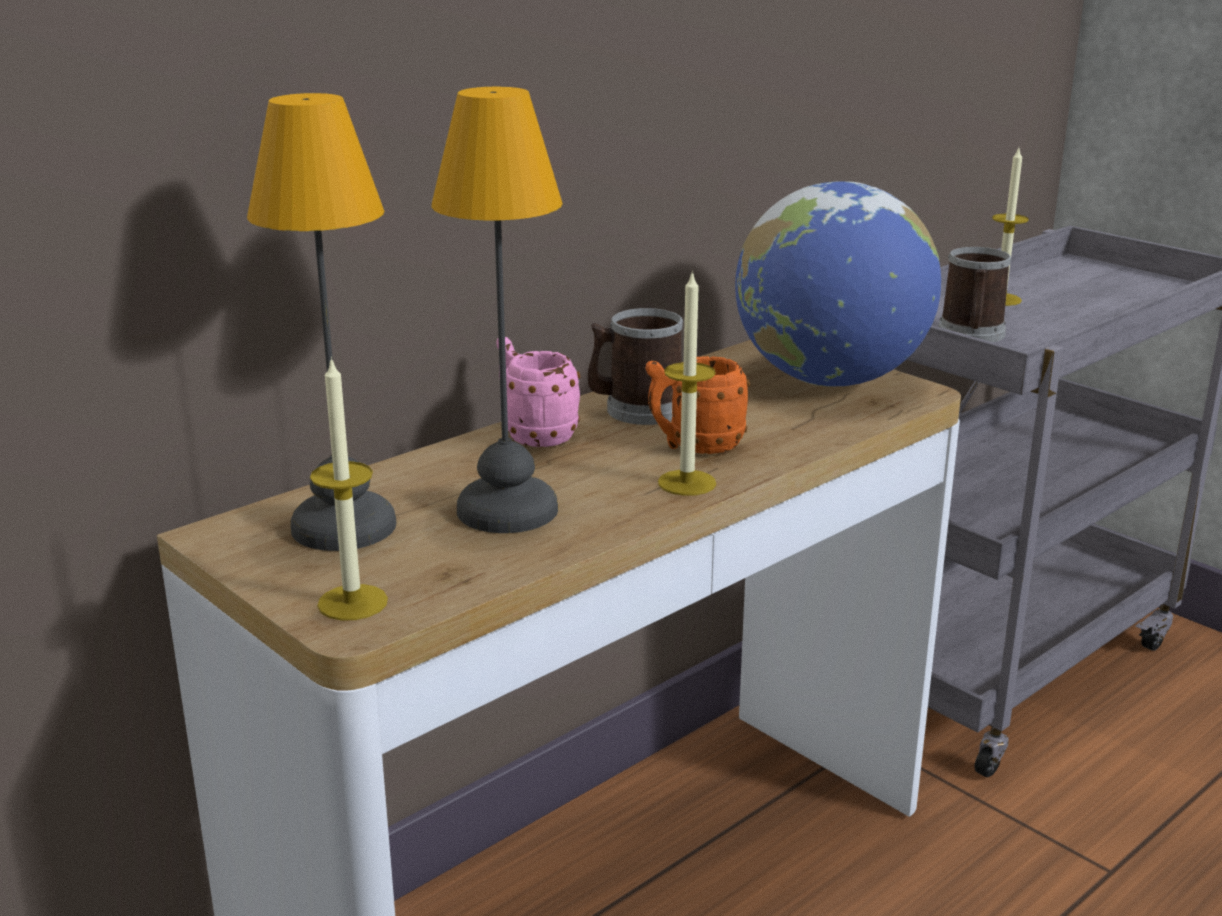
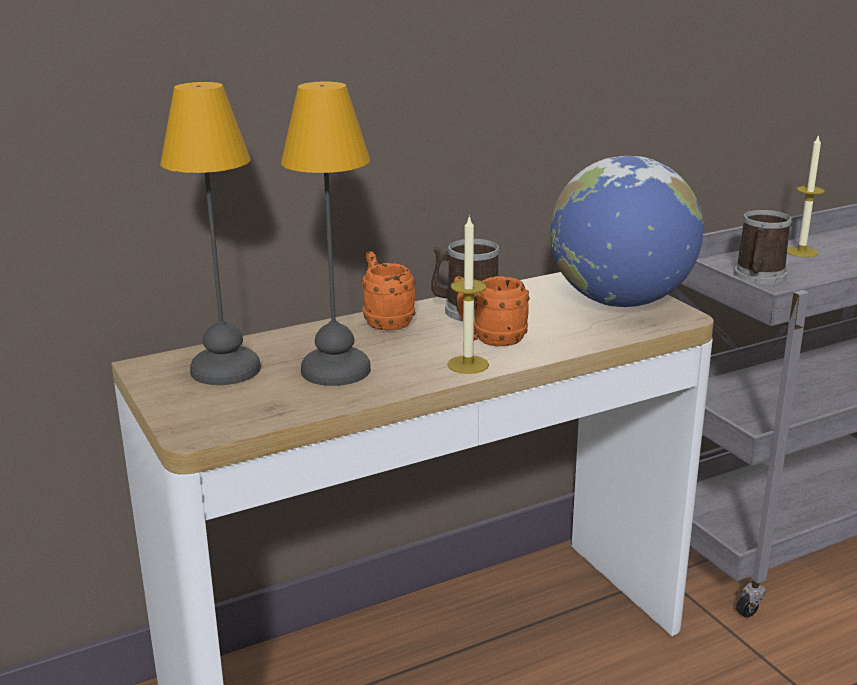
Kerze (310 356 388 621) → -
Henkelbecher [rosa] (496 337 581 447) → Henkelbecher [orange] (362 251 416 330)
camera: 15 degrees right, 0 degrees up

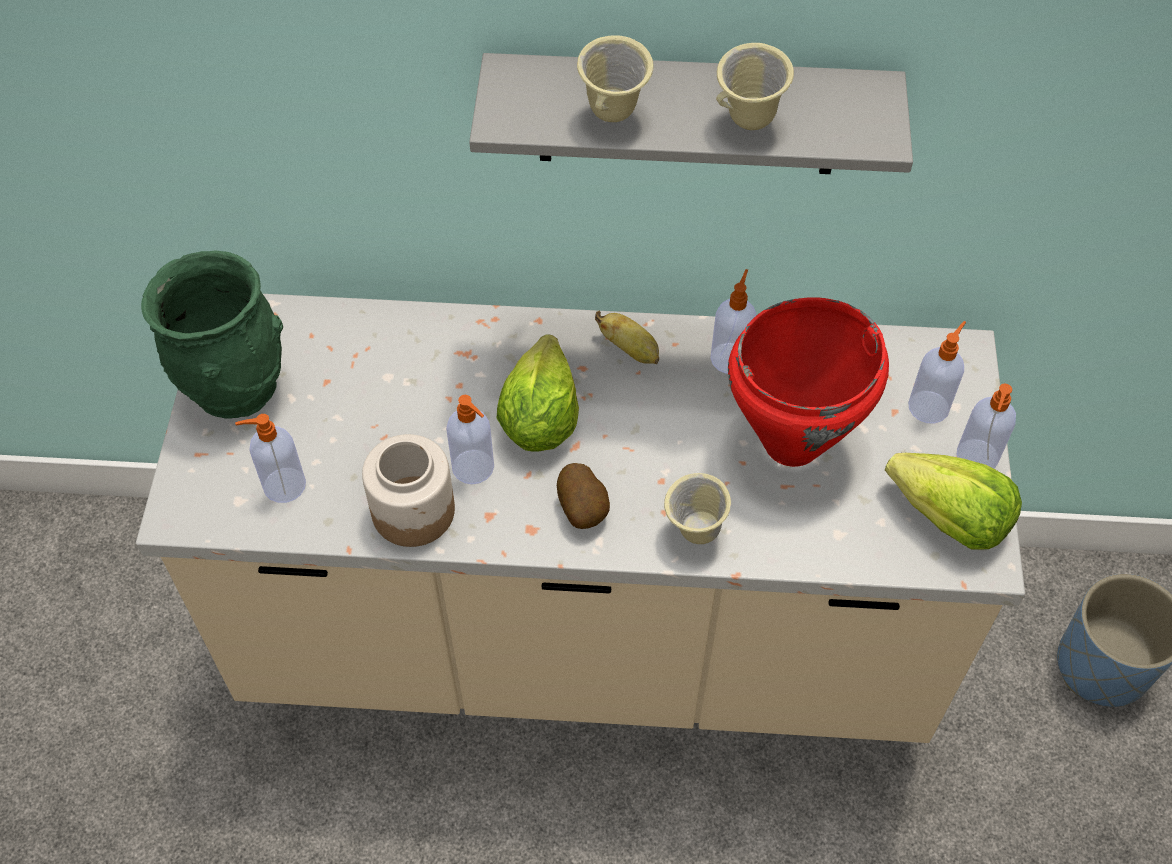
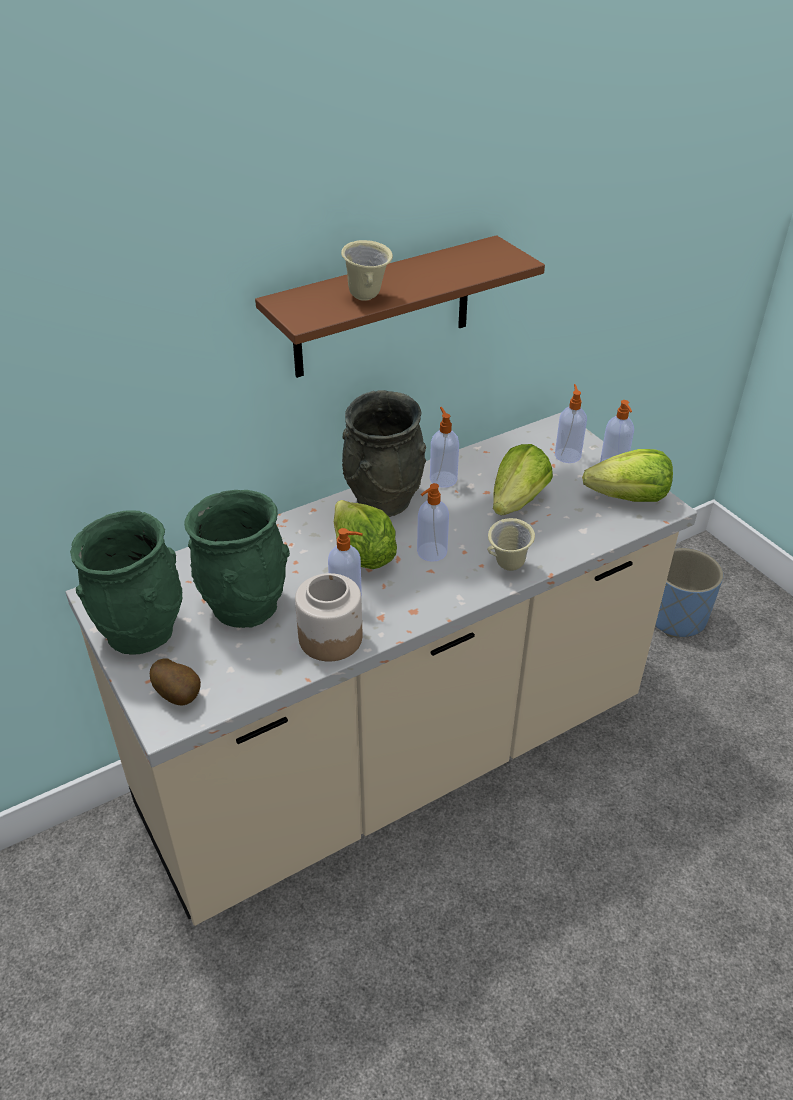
Henkelbecher [beige] (716 43 794 130) → -
- → Vase [grün] (184 490 290 628)
Seifenspender (235 414 306 503) → Seifenspender (417 483 449 562), shifted
Kartoffel (557 463 610 529) → Kartoffel (150 658 201 705), shifted
Banane (595 311 659 364) → Vase [grau] (342 390 426 517)
Kochtopf [rot] (728 298 889 467) → Salatkopf (493 444 553 515)
Wandregal [grau] (469 53 913 174) → Wandregal [braun] (255 235 545 378)
camera: 35 degrees left, 15 degrees down

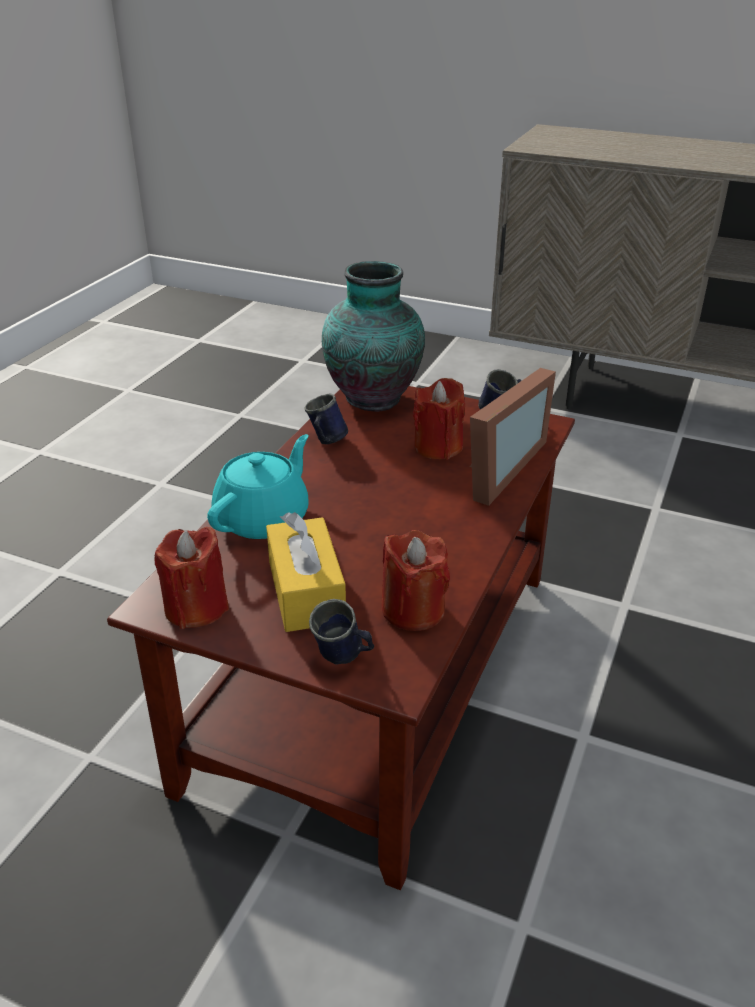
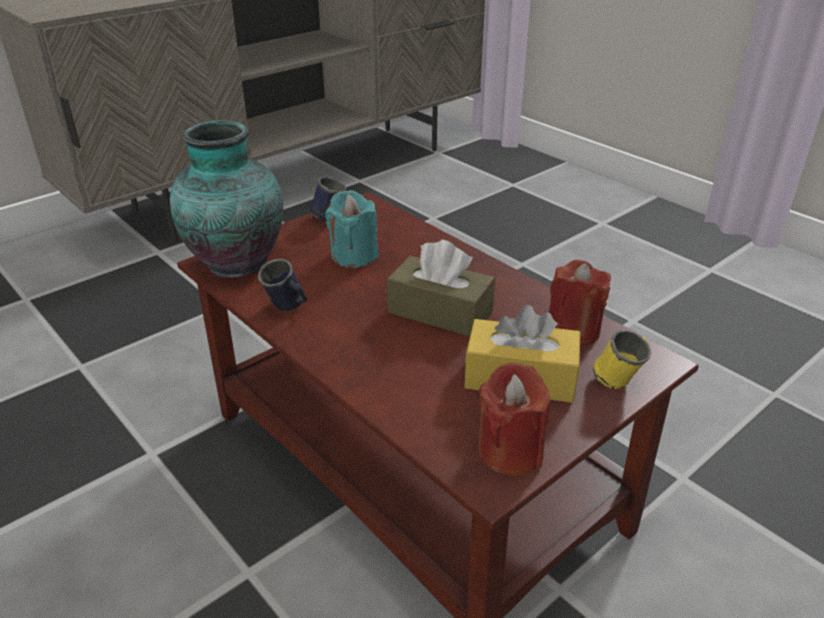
Teekanne [türkis] (207 434 309 539) → -
Bilderrahmen (470 368 556 506) → -
- → Taschentuchbox [braun] (387 240 495 336)
Henkelbecher [blau] (309 599 374 664) → Henkelbecher [gelb] (593 330 651 390)
Kerze [rot] (413 378 465 460) → Kerze [türkis] (325 190 379 268)
camera: 65 degrees left, 0 degrees up

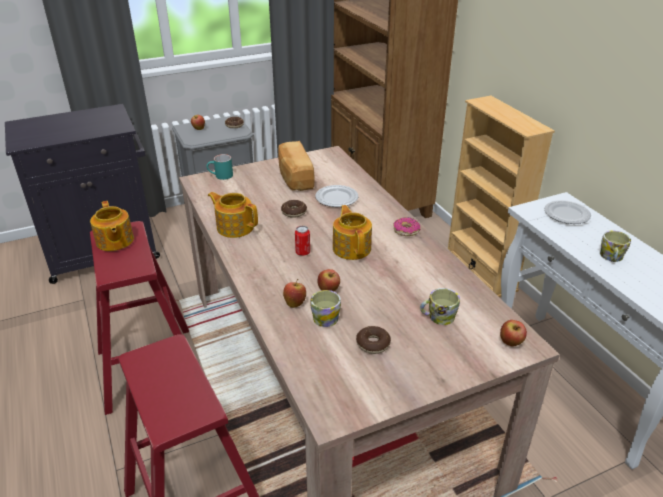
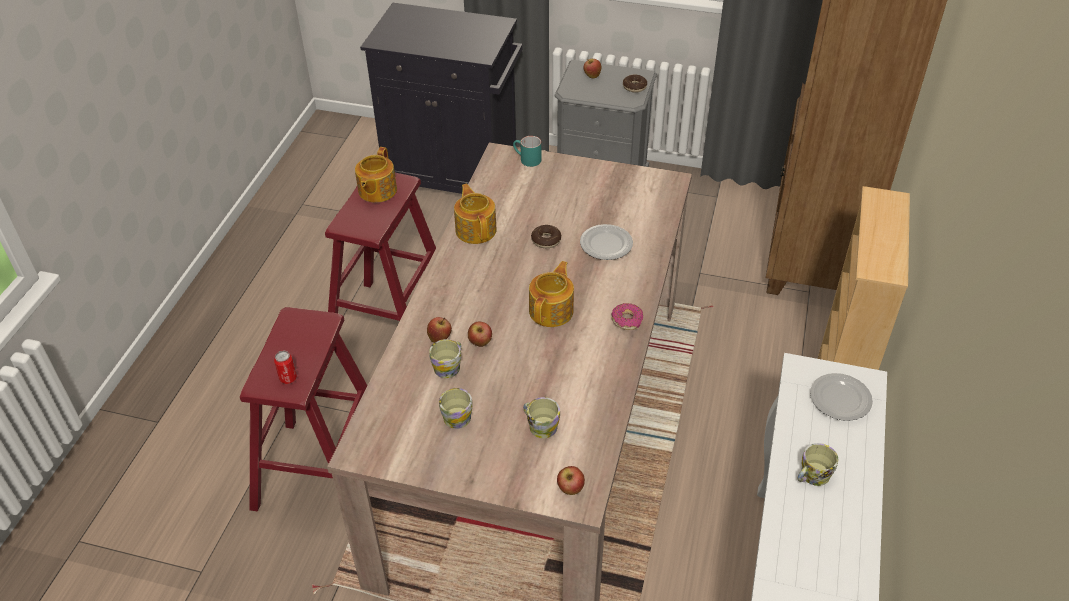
Brot (278 141 315 191) → -
Dose (295 226 310 256) → Dose (274 350 297 384), shifted
Donut (356 326 391 354) → Henkelbecher (439 388 473 429)
camera: 40 degrees right, 10 degrees up

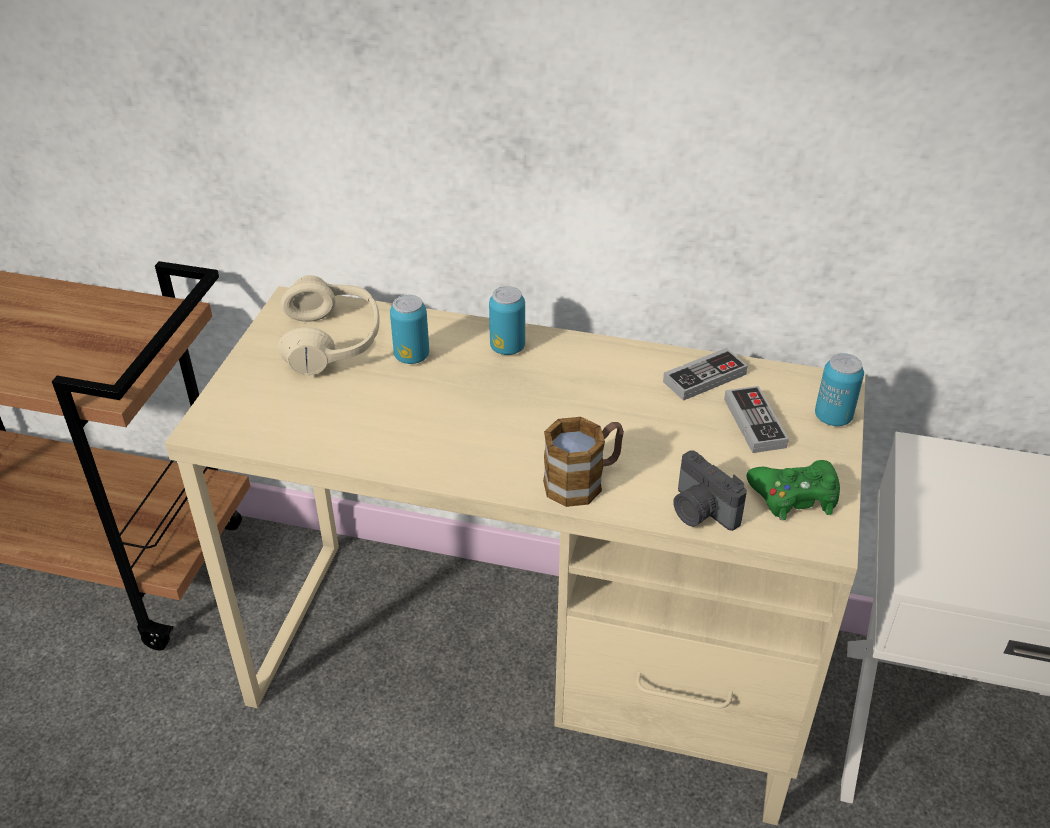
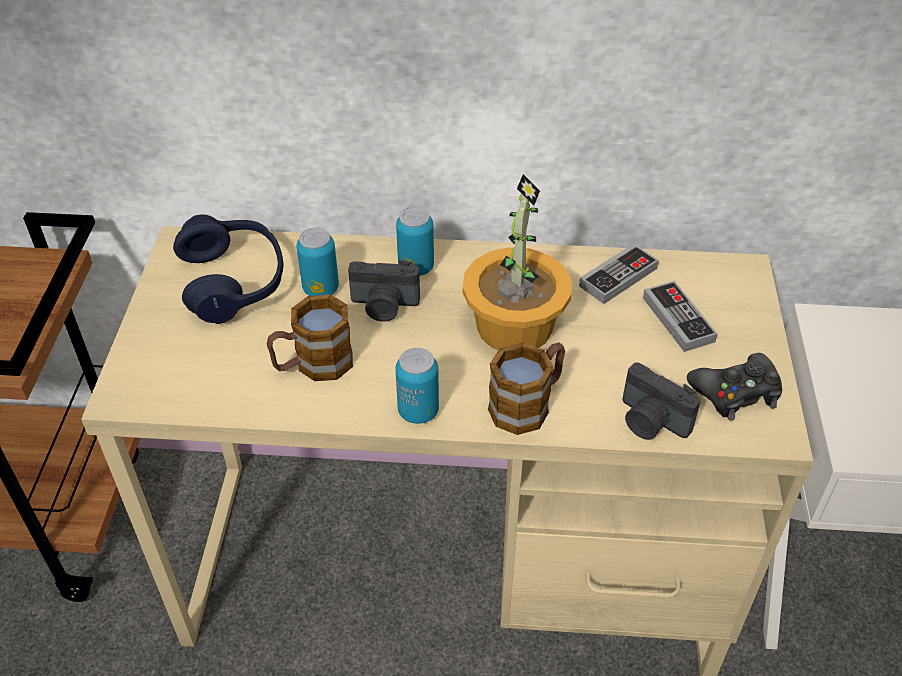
- → Henkelbecher (267 295 353 381)
- → Kamera (348 260 420 322)
- → Topfpflanze (463 174 572 350)
Dose (815 353 864 426) → Dose (395 348 439 424), shifted
Kopfhörer [beige] (278 275 380 376) → Kopfhörer [blau] (173 215 283 324)
Gamepad [grün] (747 460 840 520) → Gamepad [schwarz] (687 353 782 421)
camera: 10 degrees left, 5 degrees up

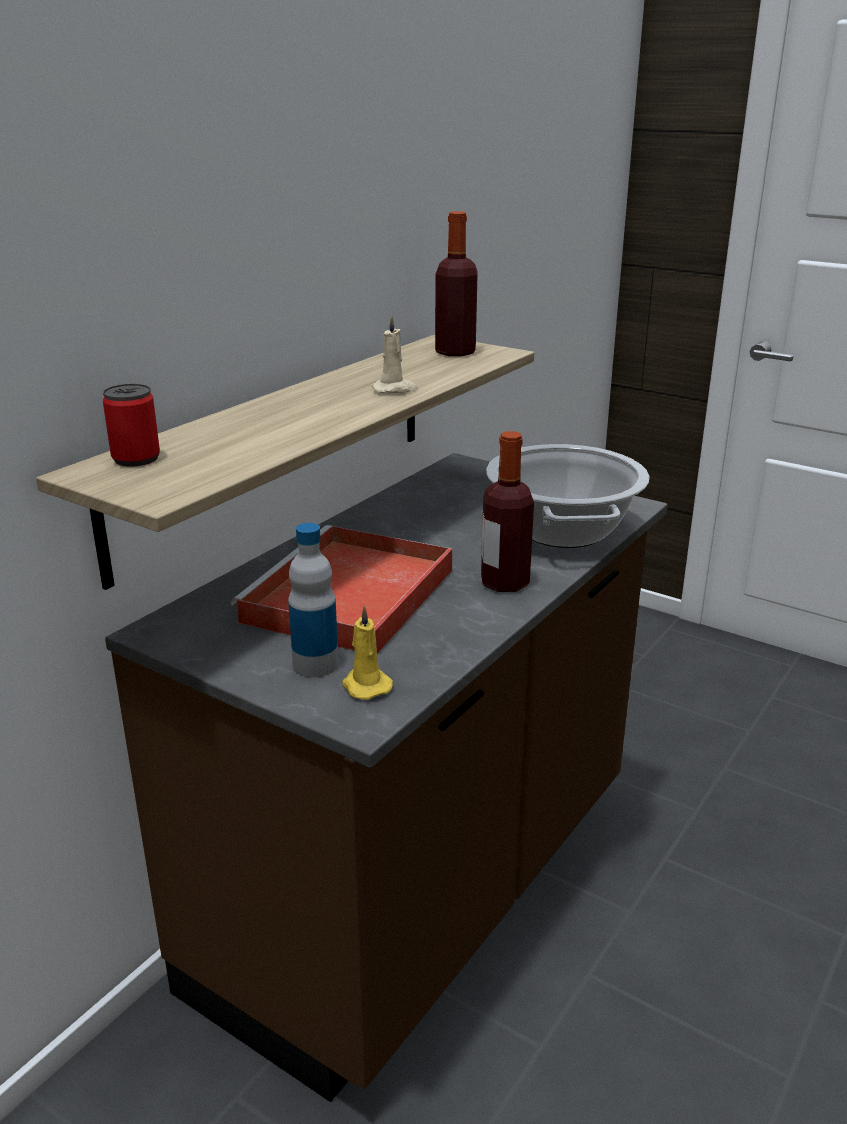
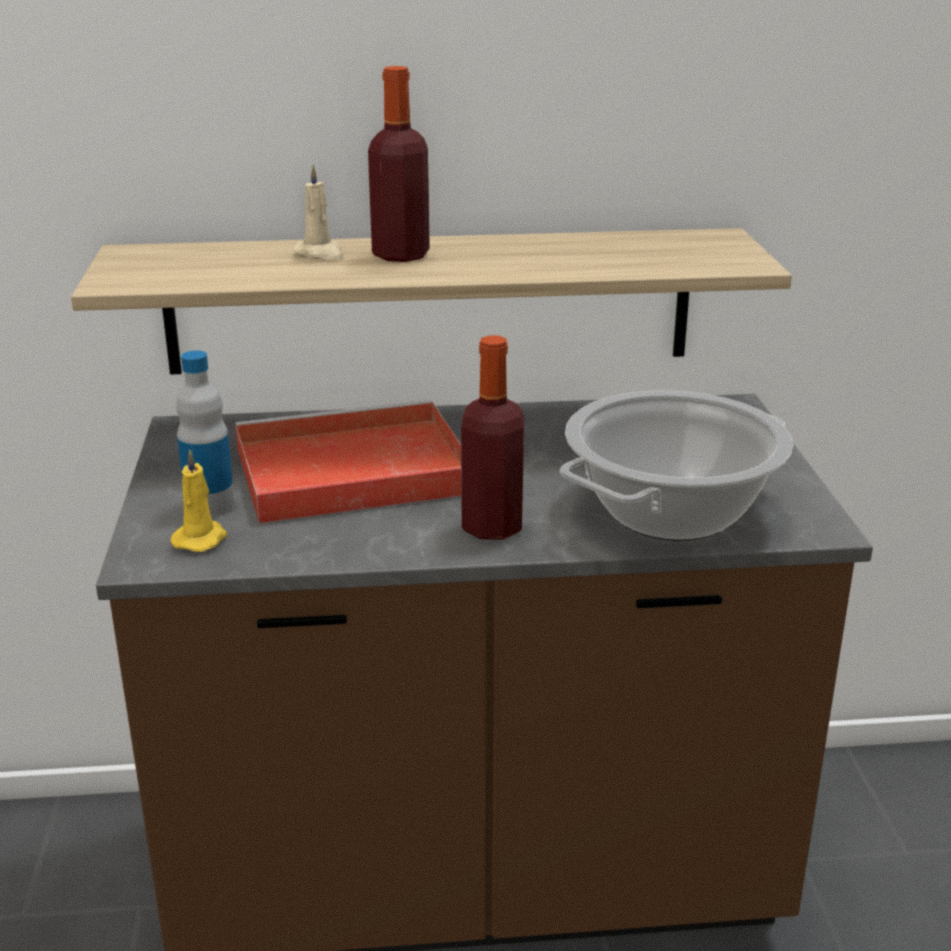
Dose (103 384 160 466) → -
Kerze [beige] (372 315 417 393) → Kerze [beige] (293 164 343 260), shifted
Flasche (435 211 478 356) → Flasche (368 66 430 262), shifted
camera: 50 degrees right, 0 degrees up

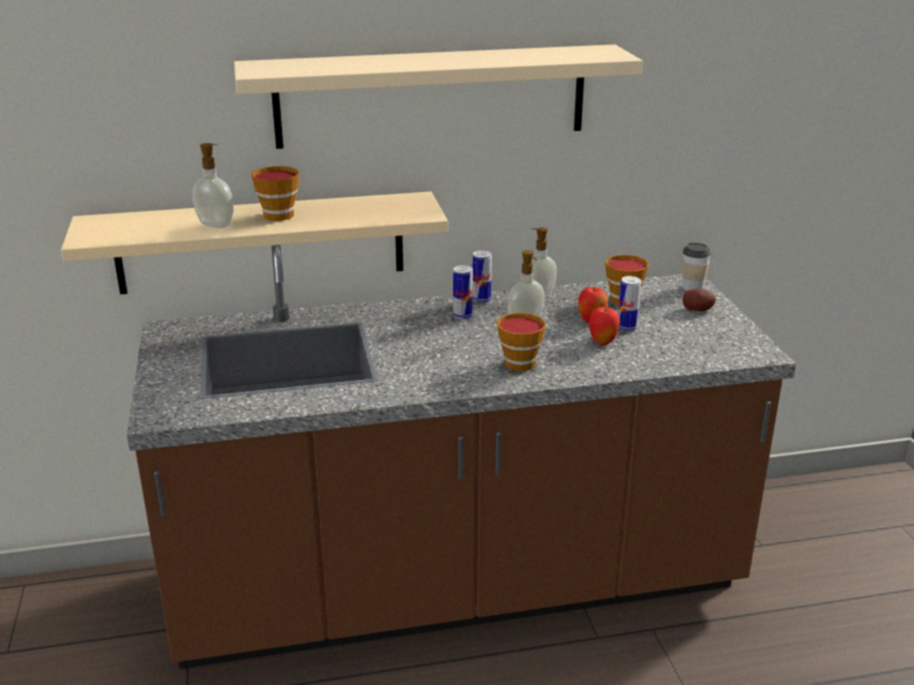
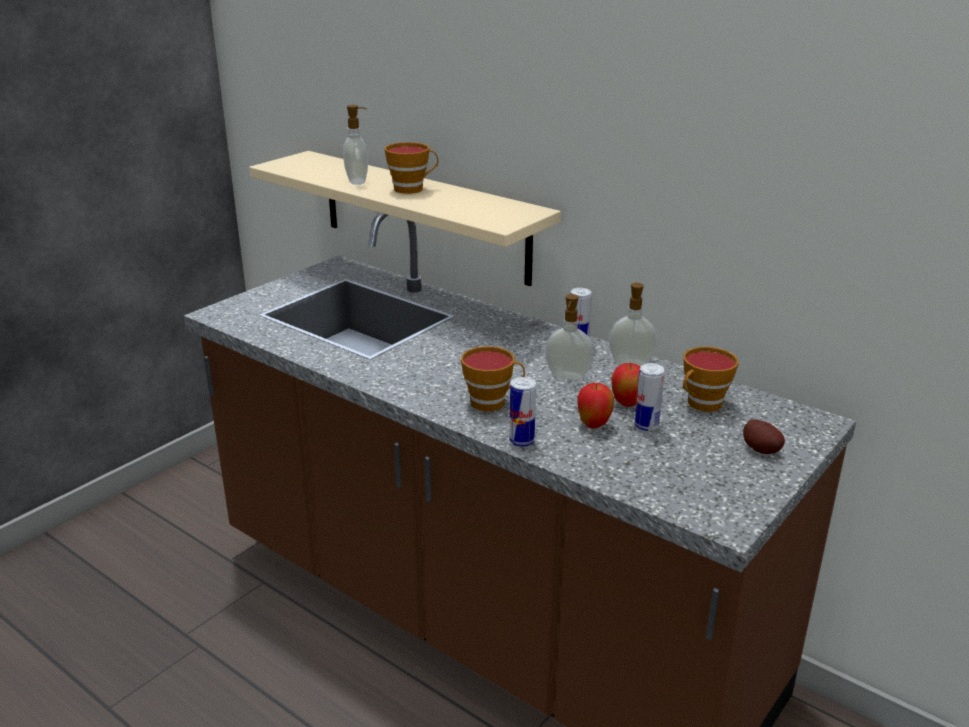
Wandregal [beige] (234 45 643 149) → -
Tasse (682 242 711 291) → -
Dose (453 265 473 319) → Dose (509 377 536 447), shifted
camera: 50 degrees right, 0 degrees up

